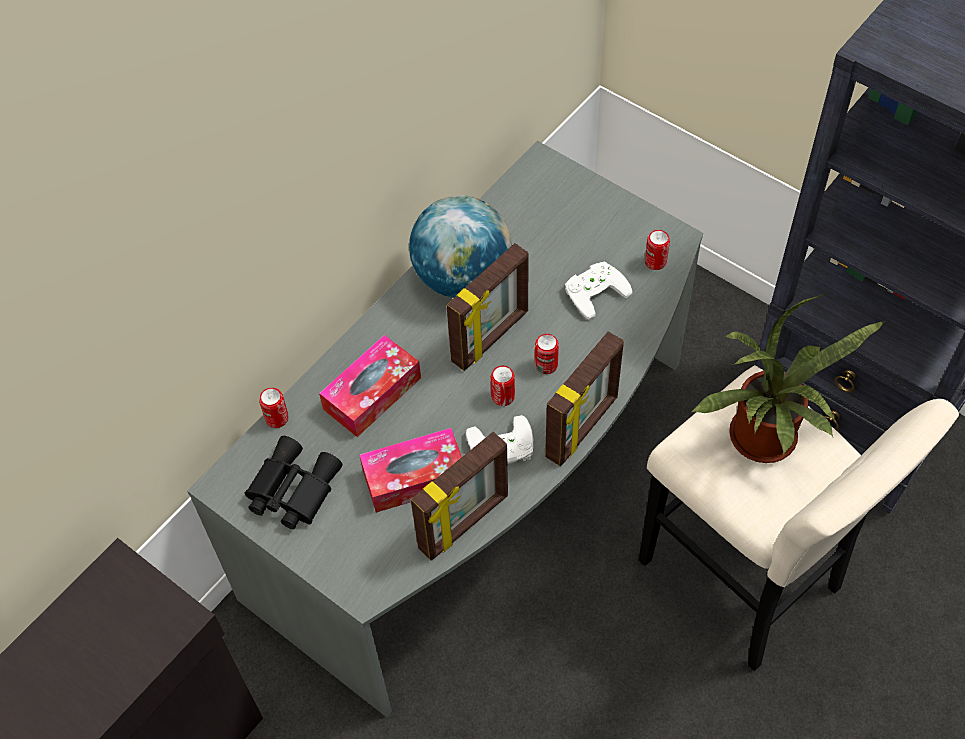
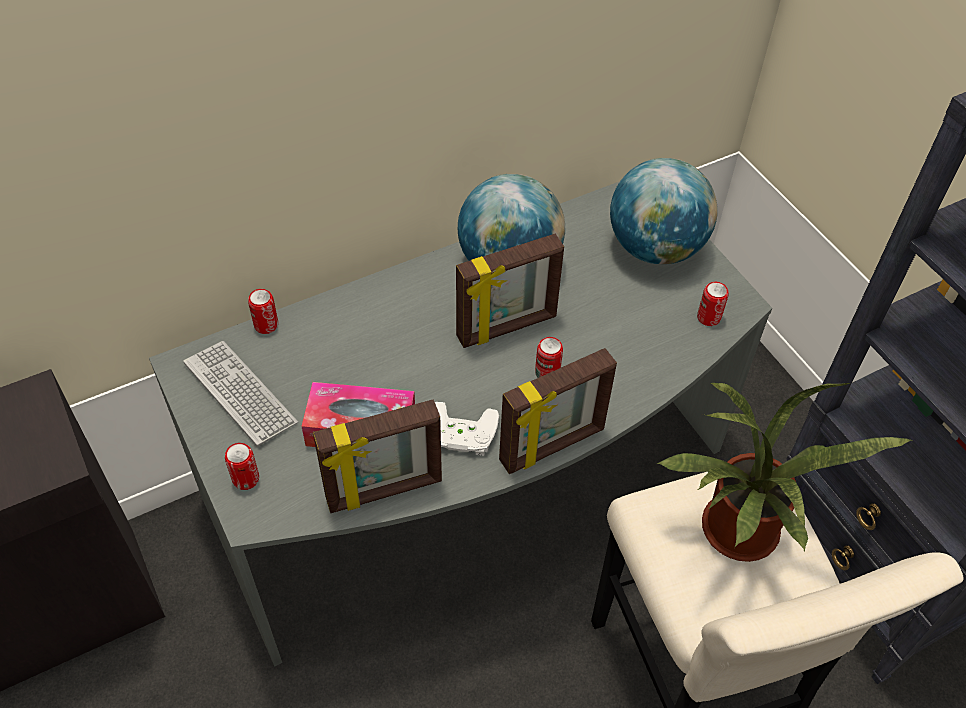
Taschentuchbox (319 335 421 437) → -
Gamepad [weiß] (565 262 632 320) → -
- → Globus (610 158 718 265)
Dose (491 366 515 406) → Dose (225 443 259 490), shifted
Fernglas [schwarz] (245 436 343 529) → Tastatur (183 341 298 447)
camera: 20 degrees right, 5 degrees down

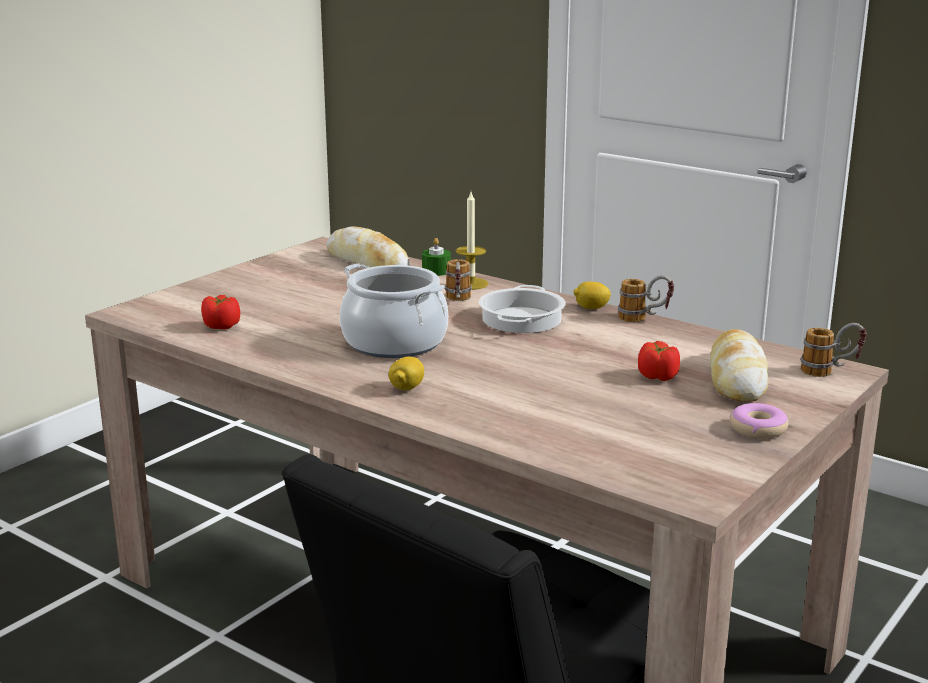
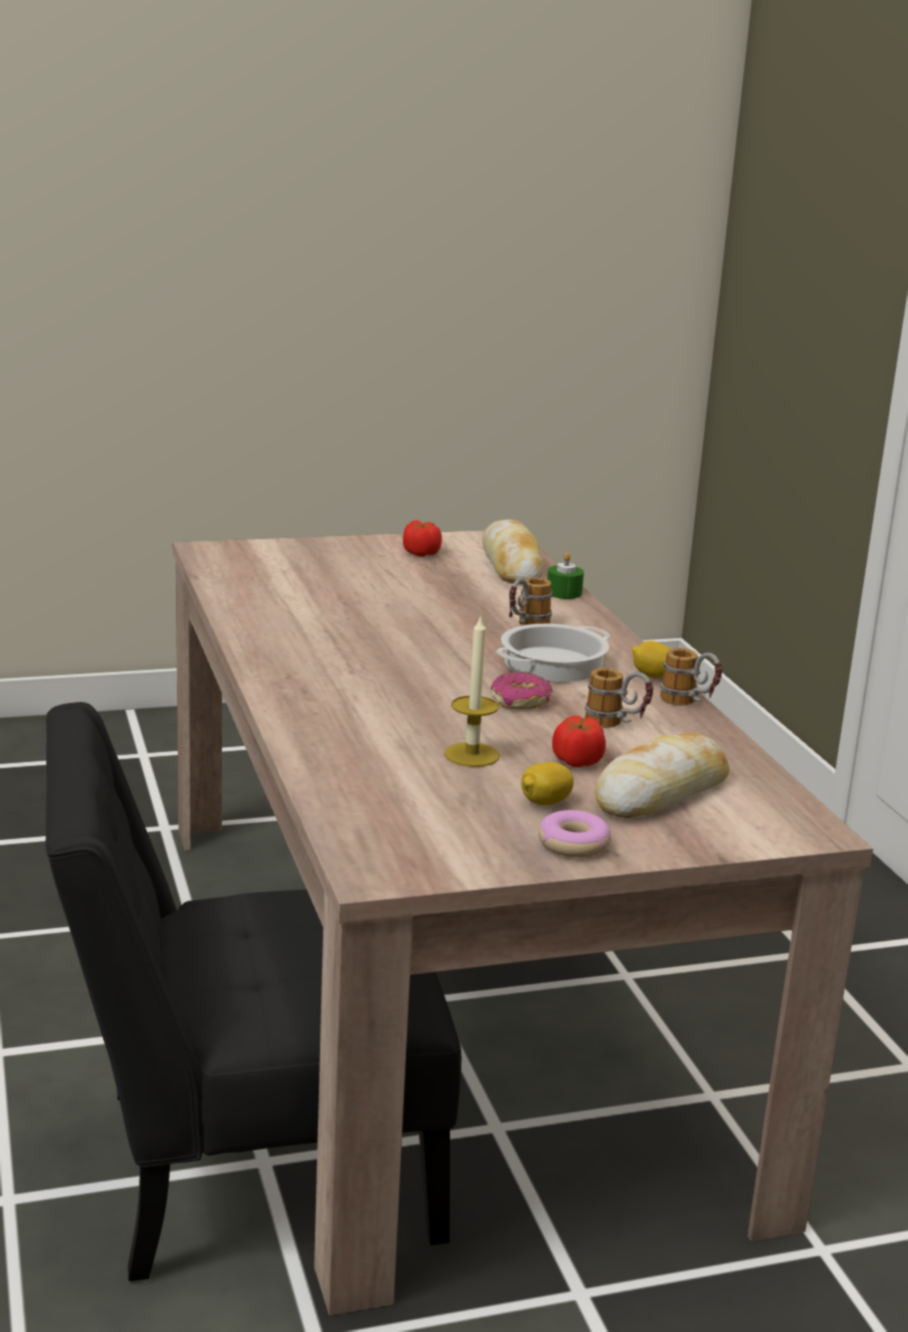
Kochtopf (340 263 448 358) → -
- → Donut (491 672 553 709)
Tomate (201 295 240 329) → Tomate (403 520 442 557), shifted
Zitrone (388 357 424 390) → Zitrone (521 762 574 805), shifted
Kerze (456 192 489 290) → Kerze (444 615 500 767), shifted
Henkelbecher (801 323 867 377) → Henkelbecher (585 668 654 728), shifted
camera: 35 degrees right, 0 degrees up

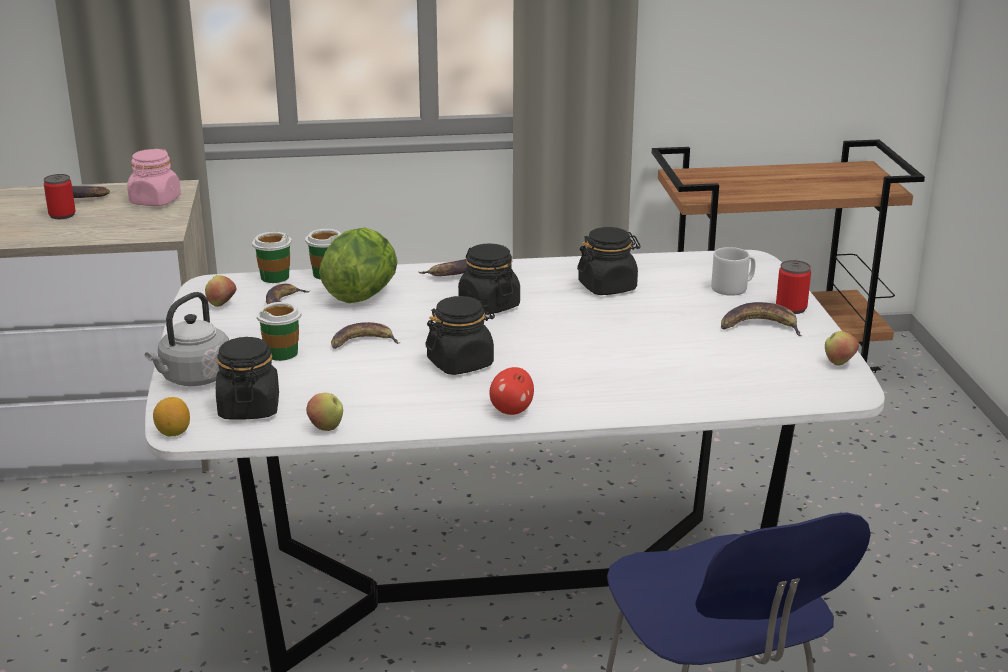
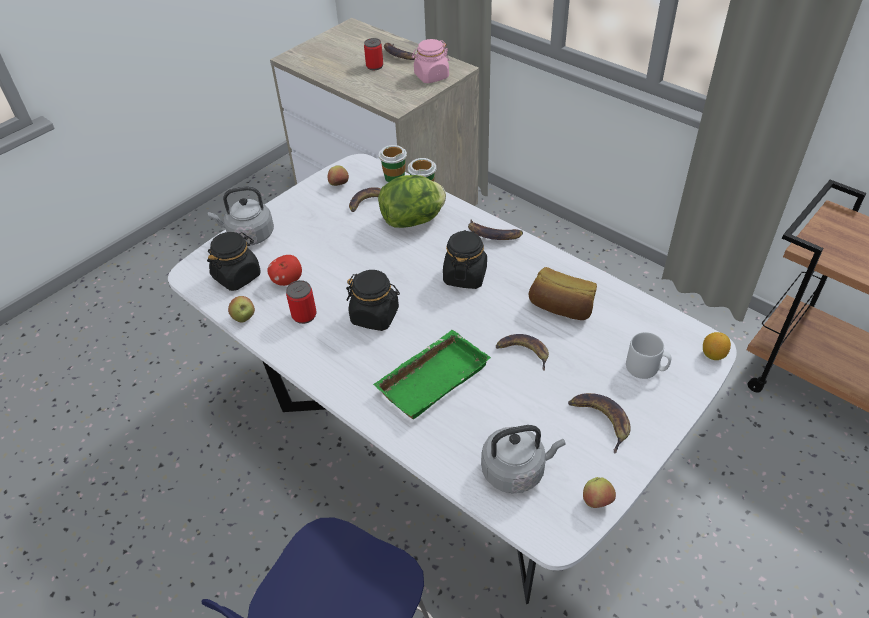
Tasse (257 302 302 361) → -
- → Tablett [grün] (373 330 491 419)
- → Wasserkessel [grau] (481 425 565 494)
Zitrone (153 397 190 436) → Zitrone (703 332 731 360), shifted
Banane (331 322 399 349) → Banane (496 334 549 371), shifted
Apfel (489 367 534 415) → Apfel (267 255 302 286), shifted
Dose (776 260 811 314) → Dose (286 280 317 324), shifted
Vorratsglas [schwarz] (577 227 641 295) → Brot (529 267 597 320)
camera: 50 degrees right, 20 degrees up

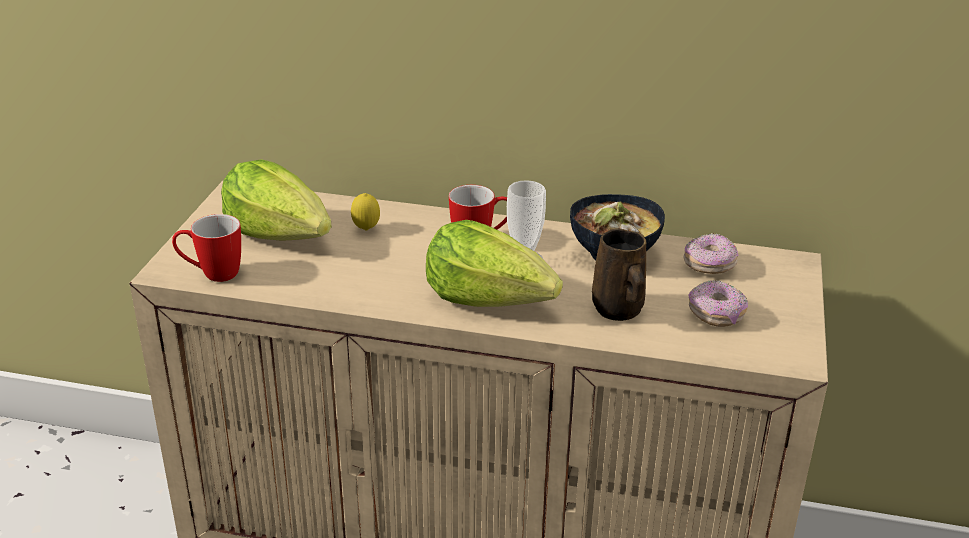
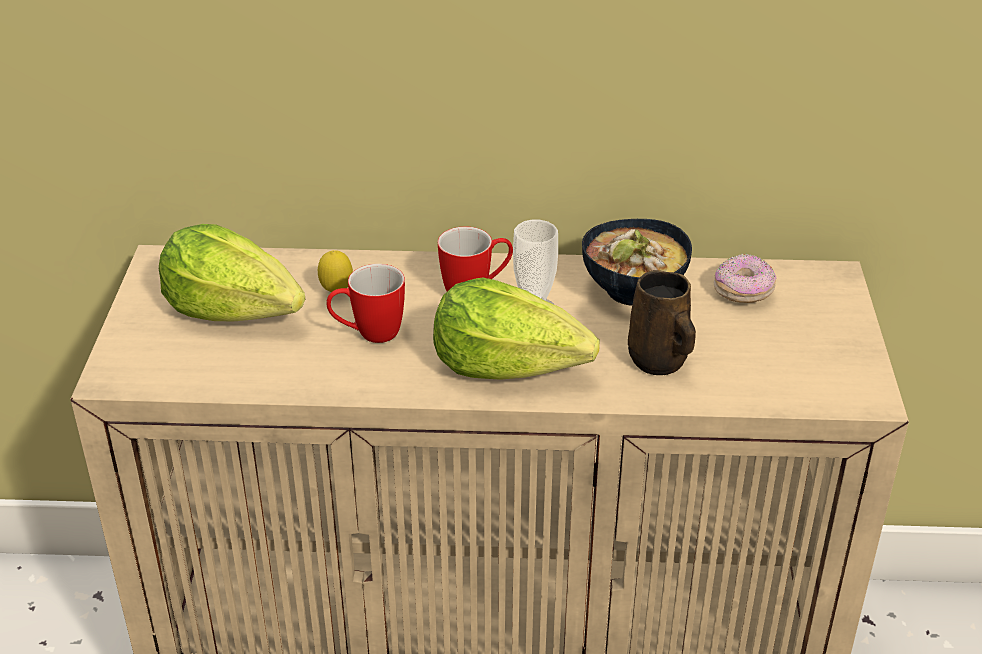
Donut (689 280 748 327) → -
Henkelbecher (172 214 241 282) → Henkelbecher (326 264 405 343), shifted
camera: 10 degrees left, 5 degrees up

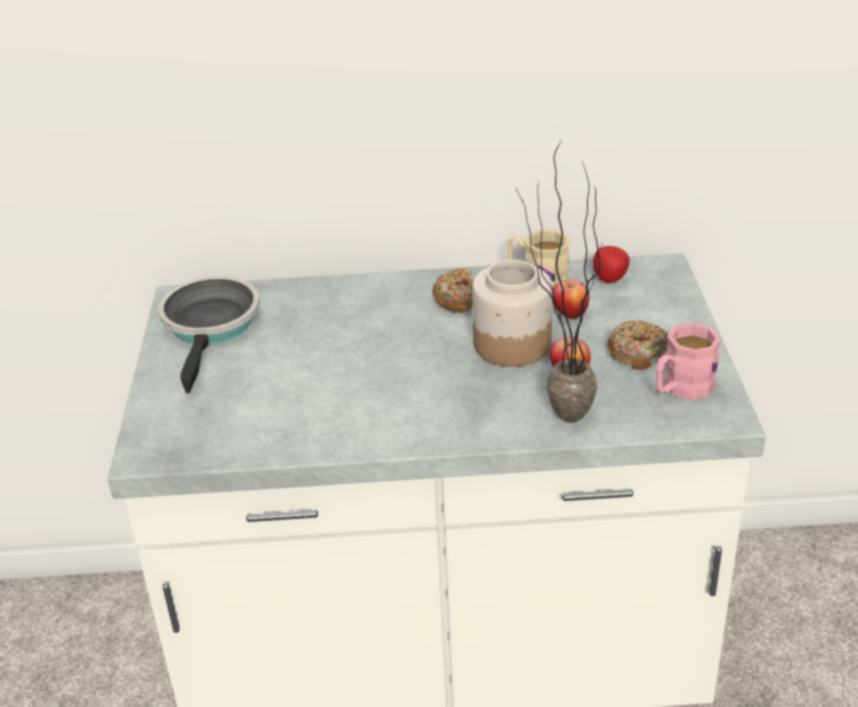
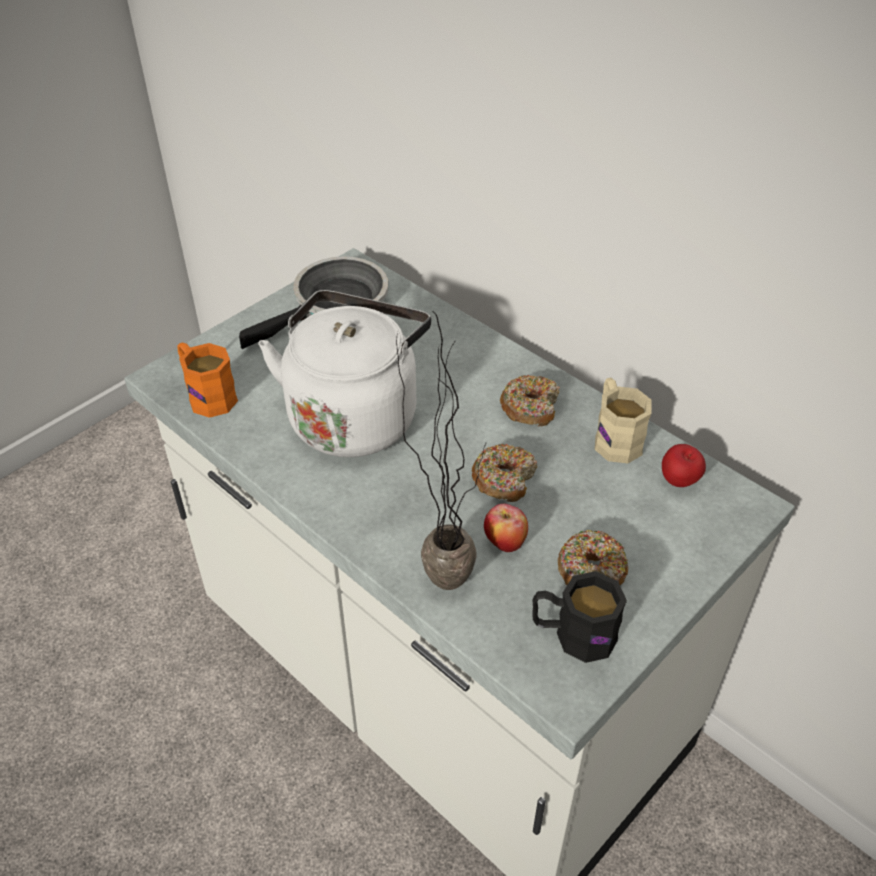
Apfel (552 279 589 320) → -
- → Henkelbecher [orange] (177 342 238 418)
- → Wasserkessel [weiß] (258 290 431 457)
Vorratsglas (472 260 553 367) → Donut (472 444 537 502)
Henkelbecher [rosa] (656 322 721 400) → Henkelbecher [schwarz] (532 571 627 663)
camera: 45 degrees right, 10 degrees up

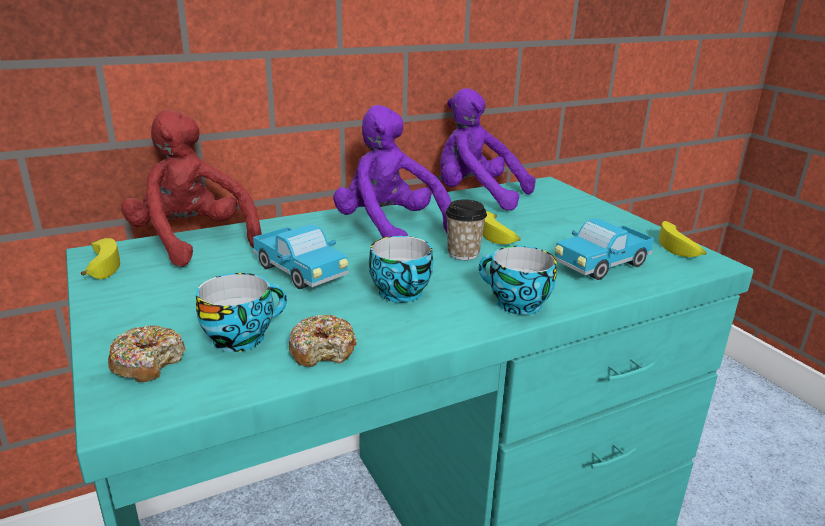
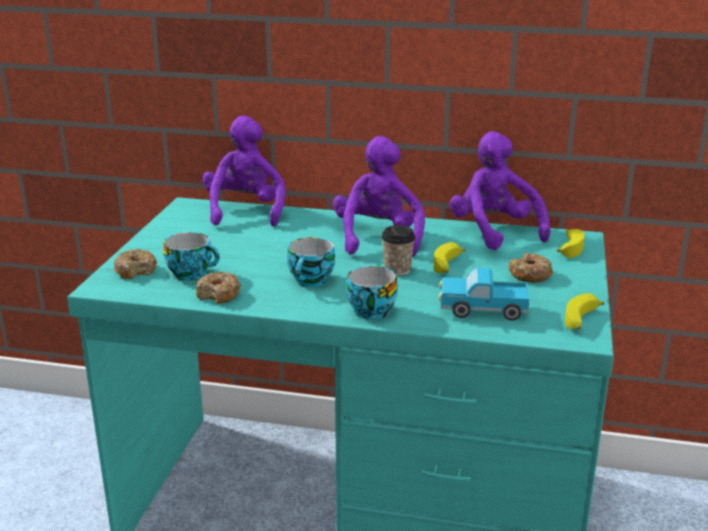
Spielzeuglaster (253 224 349 289) → -
- → Donut (508 253 553 283)
Banane (81 238 120 279) → Banane (556 229 585 258), shifted
Plüschtier [rot] (121 109 262 267) → Plüschtier [lila] (202 116 285 227)
camera: 40 degrees right, 0 degrees up

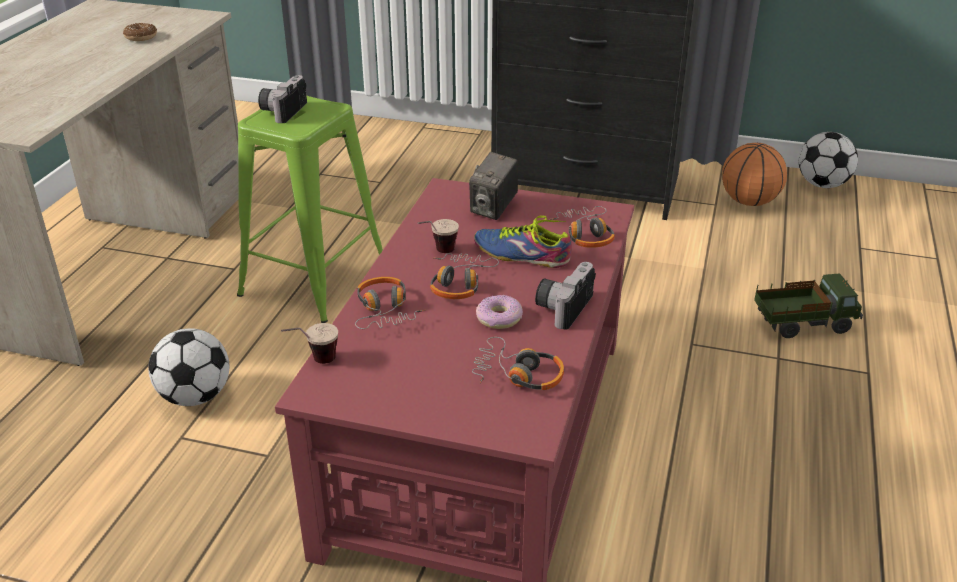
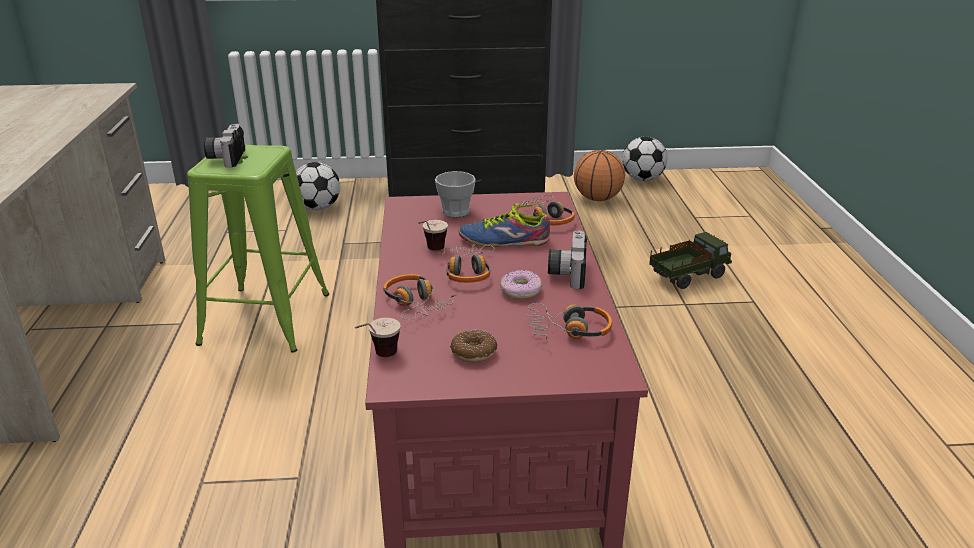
Donut (123 23 157 41) → Donut (450 330 498 363), shifted
Fußball (148 328 229 406) → Fußball (296 162 340 210), shifted
Kamera (469 152 518 220) → Tasse (435 171 476 217)
camera: 20 degrees left, 5 degrees down

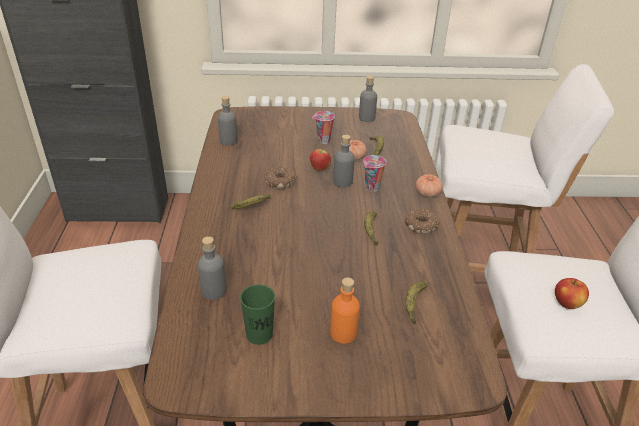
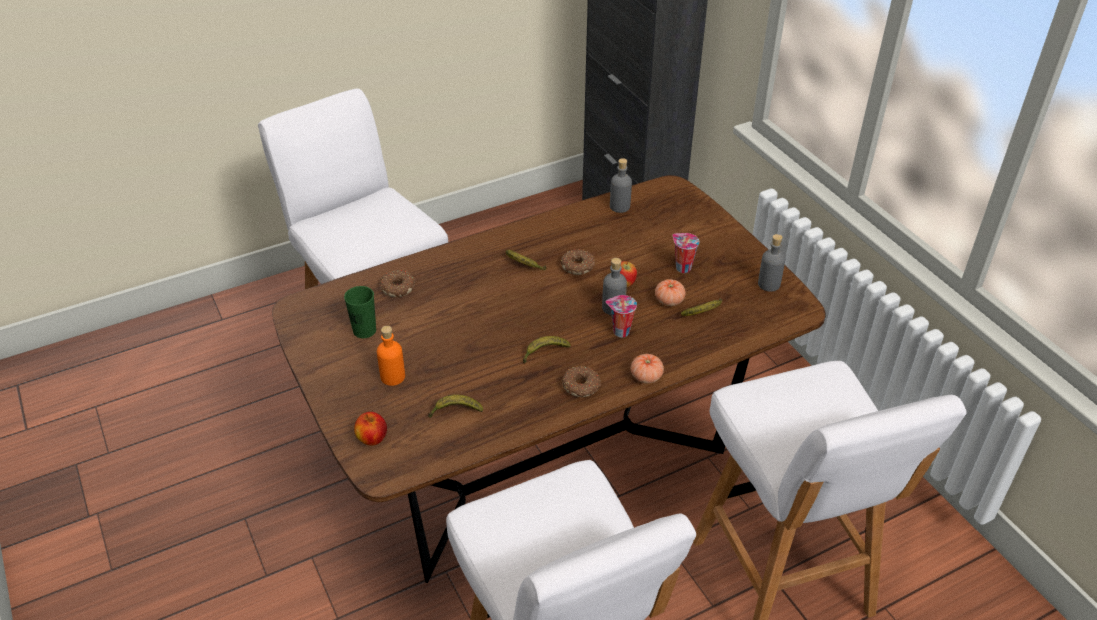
Apfel (555 278 589 309) → Apfel (354 412 387 446), shifted
Flasche [grau] (198 236 227 300) → Donut (380 270 415 298)
camera: 65 degrees right, 5 degrees up

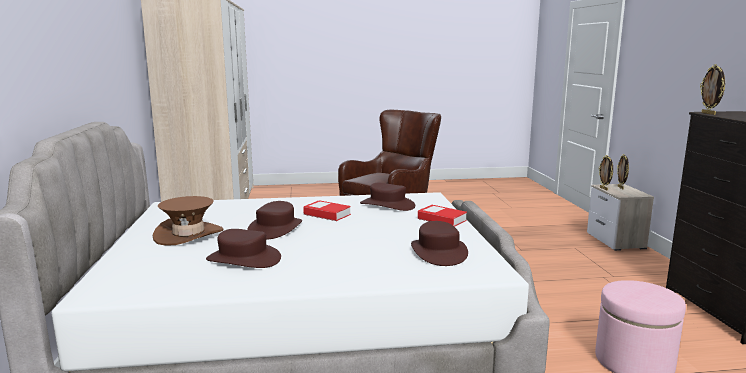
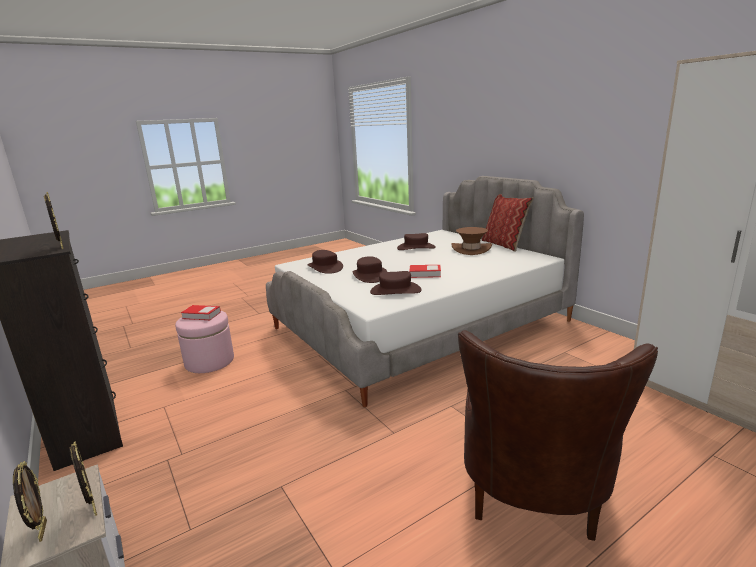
- → Kissen (481 194 534 252)
Hut [braun] (247 201 302 240) → Hut [braun] (353 256 387 283), shifted
Buch (418 205 467 227) → Buch (181 305 221 320), shifted
camera: 155 degrees right, 5 degrees up

